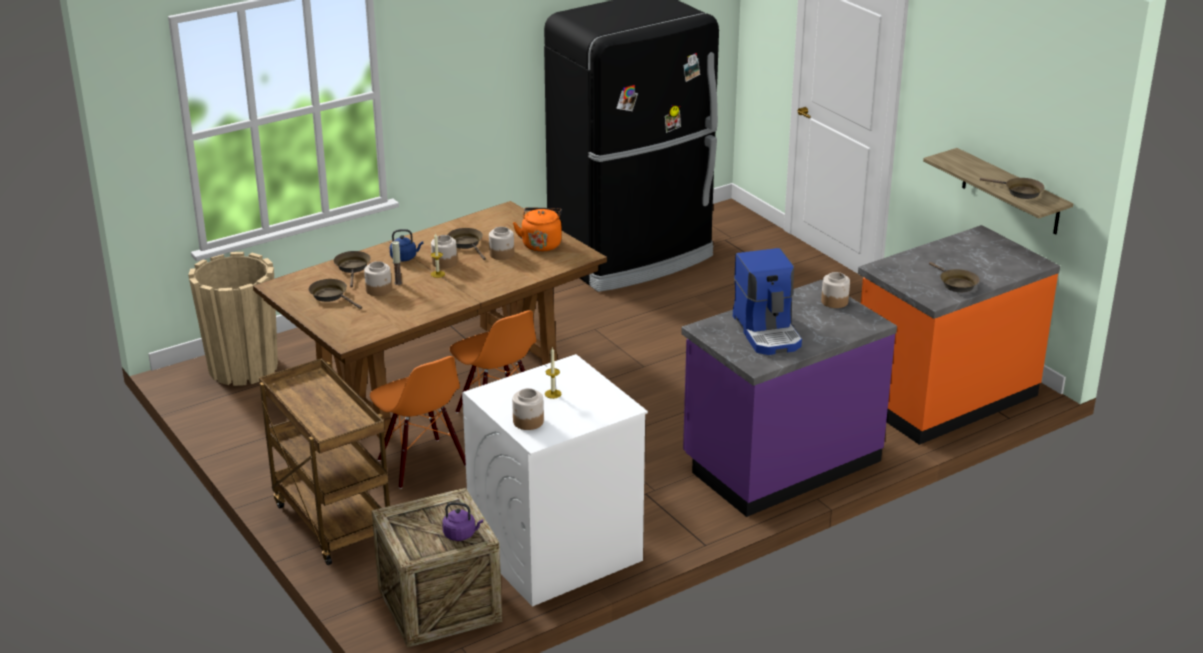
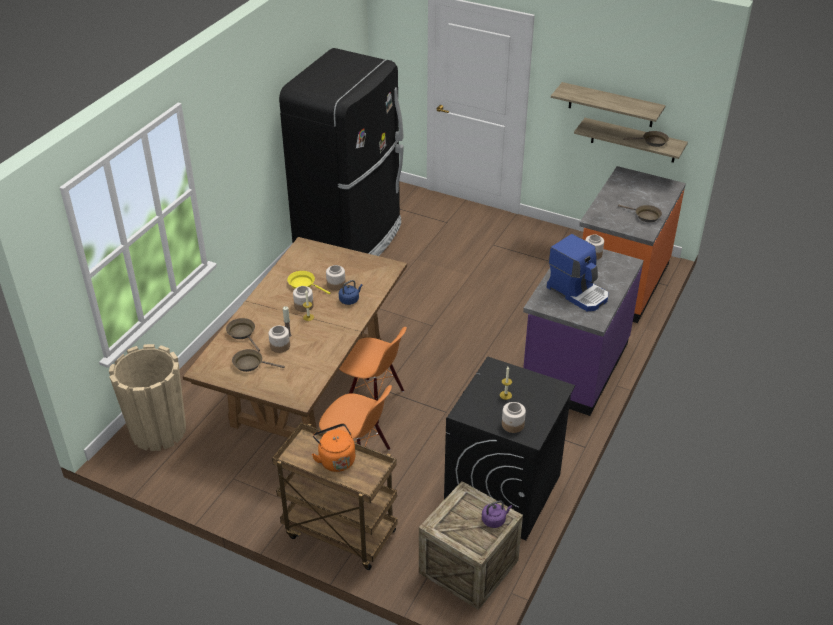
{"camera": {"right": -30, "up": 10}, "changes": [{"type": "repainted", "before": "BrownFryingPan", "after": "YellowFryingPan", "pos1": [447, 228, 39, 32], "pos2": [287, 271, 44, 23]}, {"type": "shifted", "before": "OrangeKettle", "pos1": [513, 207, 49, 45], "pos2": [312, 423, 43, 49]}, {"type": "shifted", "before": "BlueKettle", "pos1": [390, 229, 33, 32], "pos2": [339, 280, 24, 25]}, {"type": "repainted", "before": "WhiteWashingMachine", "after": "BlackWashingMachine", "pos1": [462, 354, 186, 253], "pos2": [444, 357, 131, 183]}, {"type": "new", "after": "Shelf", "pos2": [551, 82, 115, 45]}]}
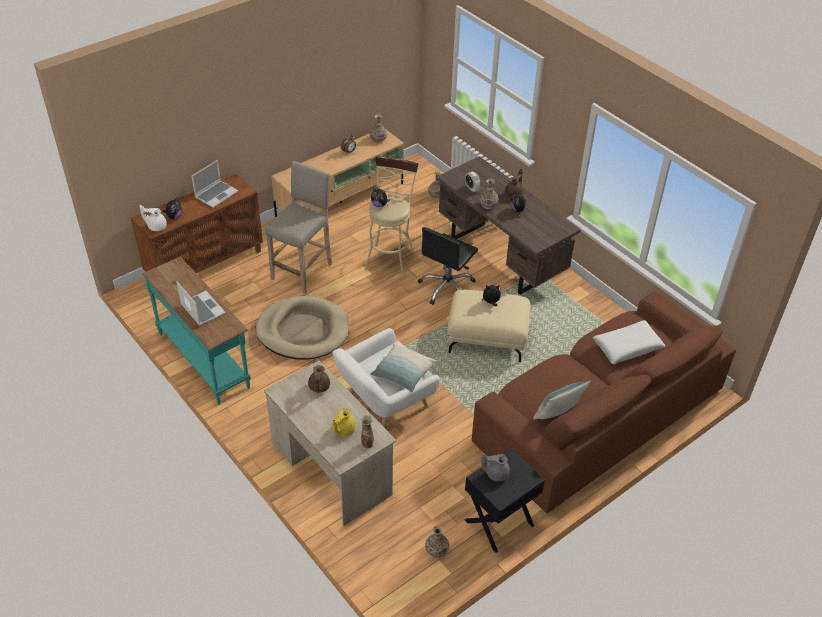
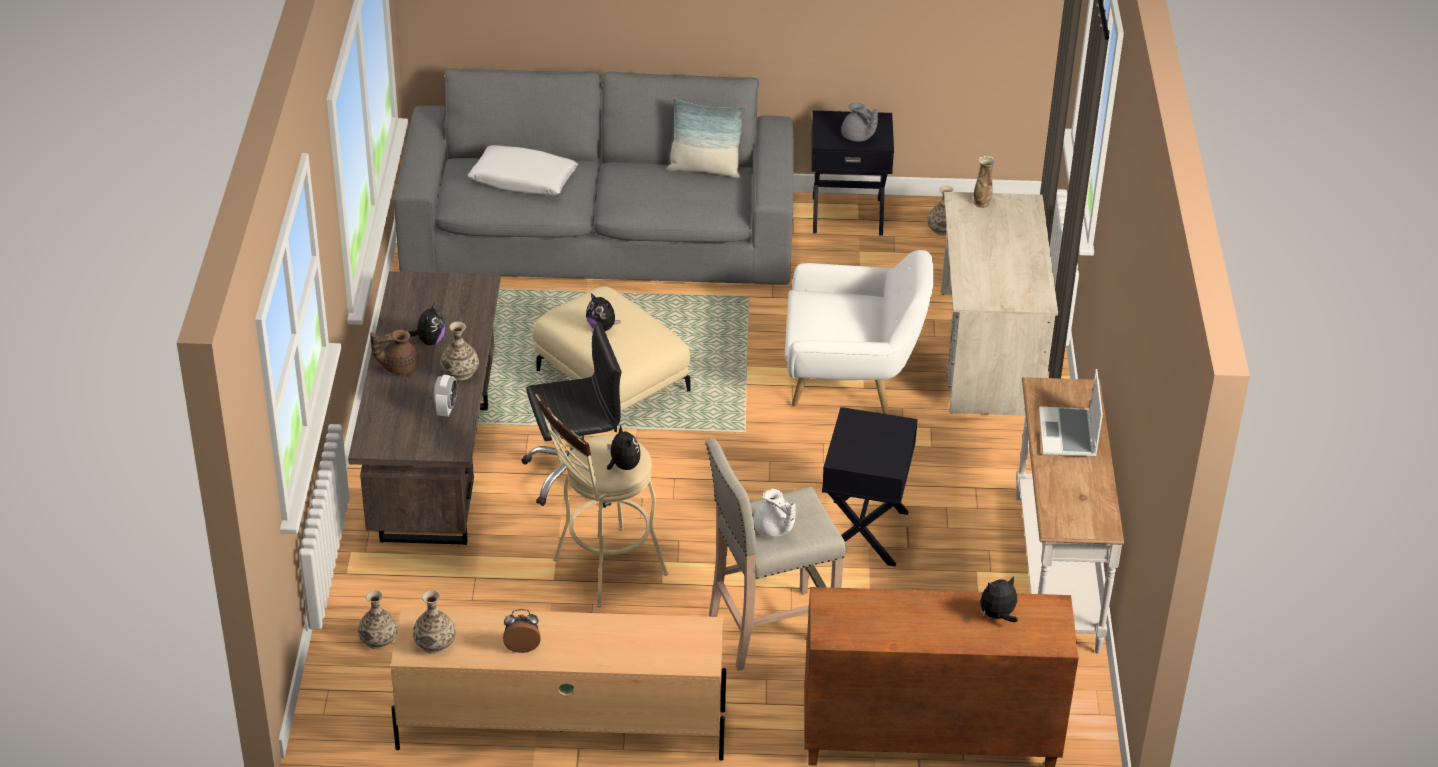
{"camera": {"right": -140, "up": -5}, "changes": [{"type": "repainted", "before": "BrownSofa", "after": "GreySofa", "pos1": [472, 291, 264, 222], "pos2": [394, 68, 400, 217]}, {"type": "shifted", "before": "WhiteTeapot", "pos1": [140, 205, 27, 26], "pos2": [754, 489, 41, 48]}, {"type": "swapped", "before": "BeigeDogBed", "after": "BlackSideTable", "pos1": [256, 296, 93, 64], "pos2": [822, 407, 96, 160]}, {"type": "repainted", "before": "TurquoiseConsoleTable", "after": "WhiteConsoleTable", "pos1": [142, 257, 109, 148], "pos2": [1016, 377, 108, 277]}, {"type": "gone", "before": "Laptop", "pos1": [192, 160, 46, 48]}, {"type": "gone", "before": "BrownTeapot", "pos1": [308, 365, 22, 28]}, {"type": "gone", "before": "YellowTeapot", "pos1": [332, 408, 24, 29]}, {"type": "gone", "before": "Pillow", "pos1": [370, 344, 67, 49]}]}
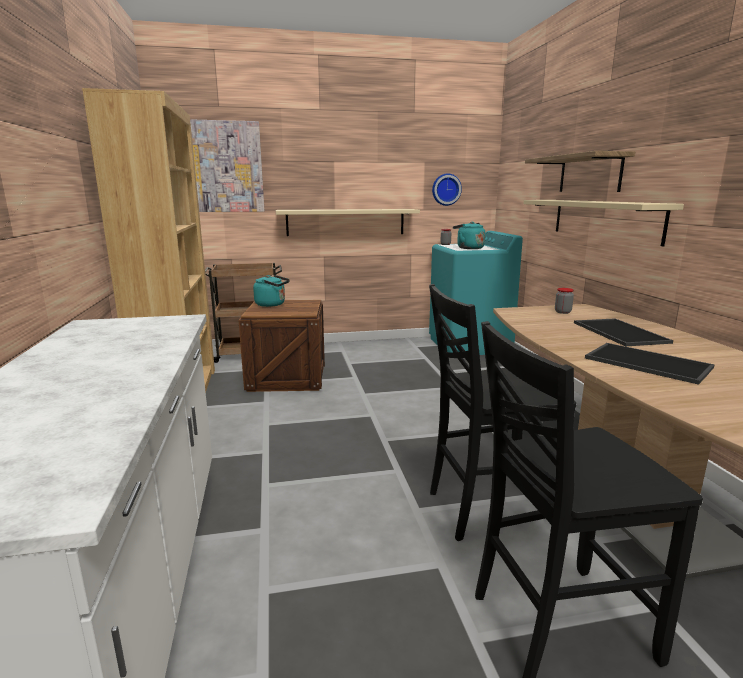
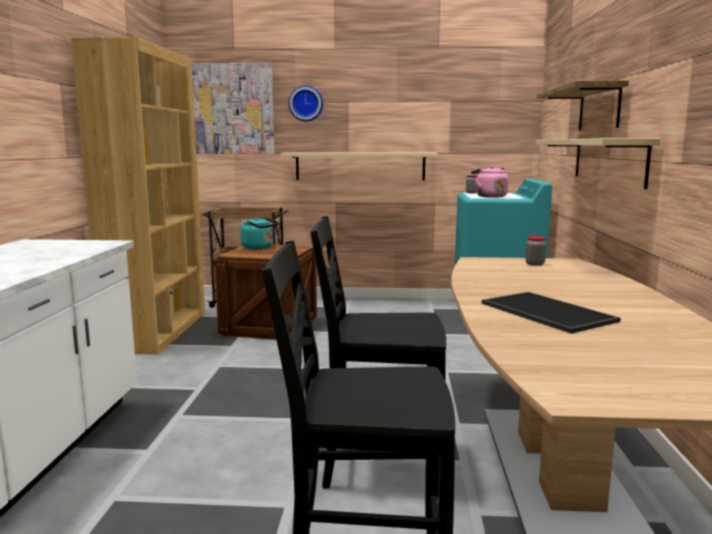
{"camera": {"right": 15, "up": -5}, "changes": [{"type": "shifted", "before": "WallClock", "pos1": [432, 173, 30, 33], "pos2": [289, 85, 34, 37]}, {"type": "repainted", "before": "TurquoiseKettle", "after": "PinkKettle", "pos1": [453, 222, 32, 27], "pos2": [471, 166, 38, 32]}, {"type": "gone", "before": "Tray", "pos1": [574, 318, 99, 28]}]}
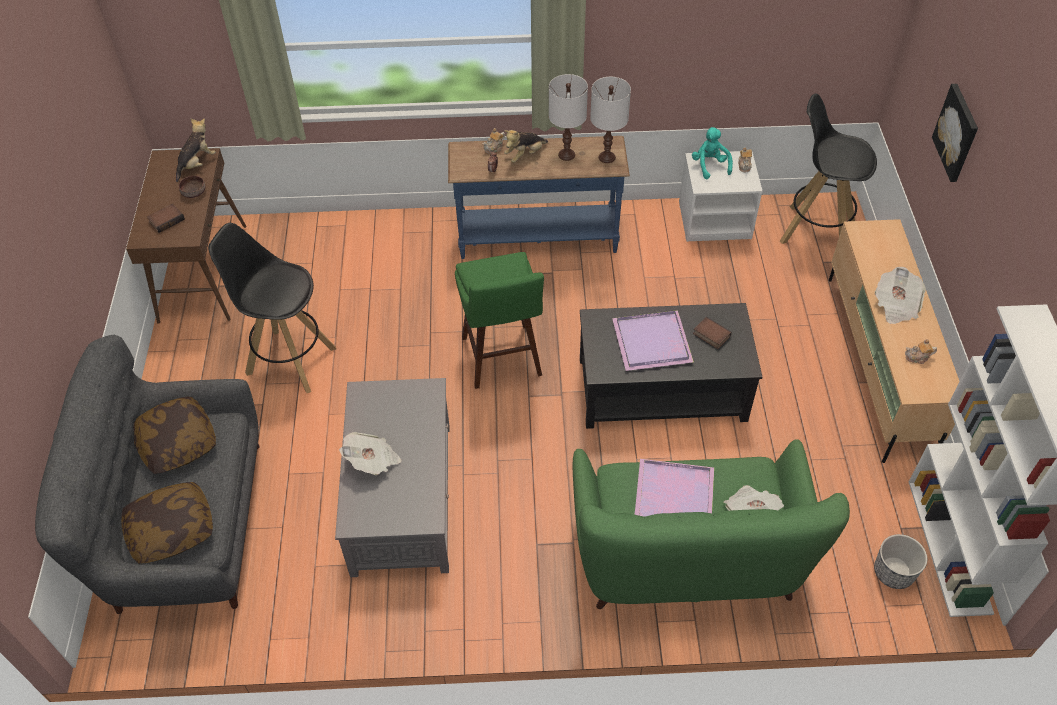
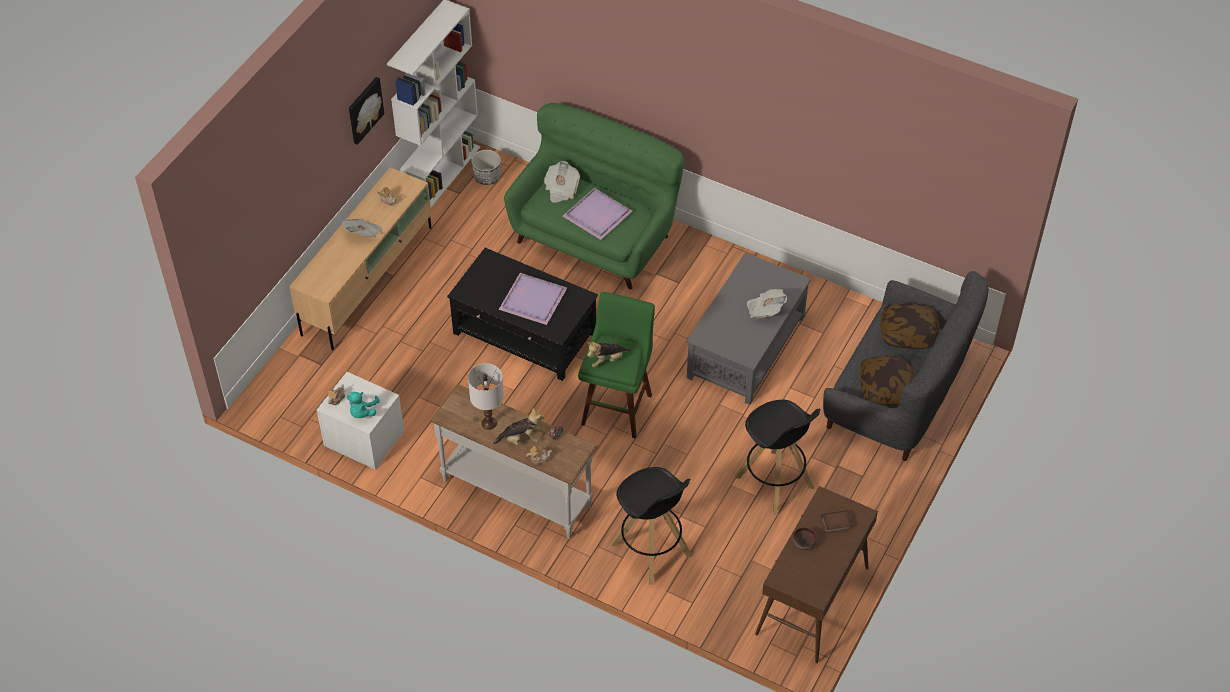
{"camera": {"right": -150, "up": 0}, "changes": [{"type": "shifted", "before": "Picture", "pos1": [932, 84, 46, 98], "pos2": [349, 77, 35, 68]}, {"type": "repainted", "before": "BlueConsoleTable", "after": "WhiteConsoleTable", "pos1": [448, 136, 182, 123], "pos2": [430, 384, 168, 155]}, {"type": "shifted", "before": "PlushToy", "pos1": [176, 118, 40, 64], "pos2": [587, 342, 44, 25]}, {"type": "shifted", "before": "BlackStool", "pos1": [780, 94, 97, 150], "pos2": [611, 467, 81, 118]}, {"type": "gone", "before": "WhiteTableLamp", "pos1": [590, 77, 41, 86]}, {"type": "gone", "before": "Book", "pos1": [693, 316, 39, 33]}]}
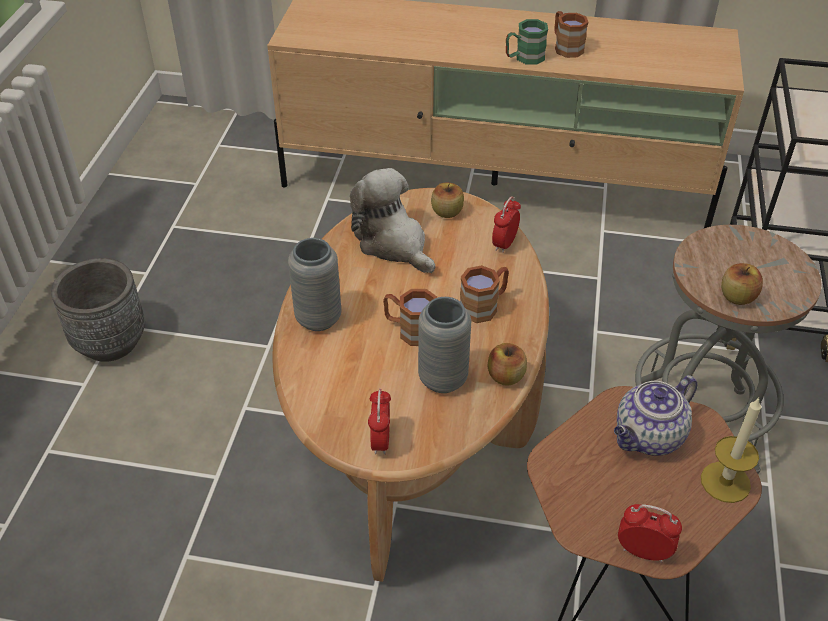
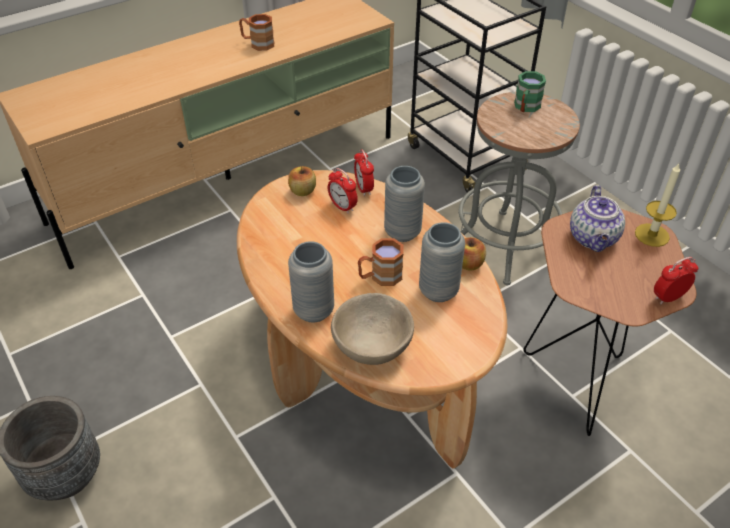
{"camera": {"right": -45, "up": 0}, "changes": [{"type": "shifted", "before": "AlarmClock", "pos1": [368, 388, 23, 66], "pos2": [328, 168, 30, 46]}, {"type": "new", "after": "BeigeBowl", "pos2": [331, 293, 83, 72]}, {"type": "swapped", "before": "BrownMug", "after": "GreyVase", "pos1": [460, 265, 49, 58], "pos2": [384, 166, 41, 76]}, {"type": "shifted", "before": "GreenMug", "pos1": [506, 19, 42, 45], "pos2": [514, 71, 32, 41]}, {"type": "gone", "before": "PlushToy", "pos1": [350, 168, 86, 105]}, {"type": "gone", "before": "Apple", "pos1": [721, 263, 42, 42]}]}
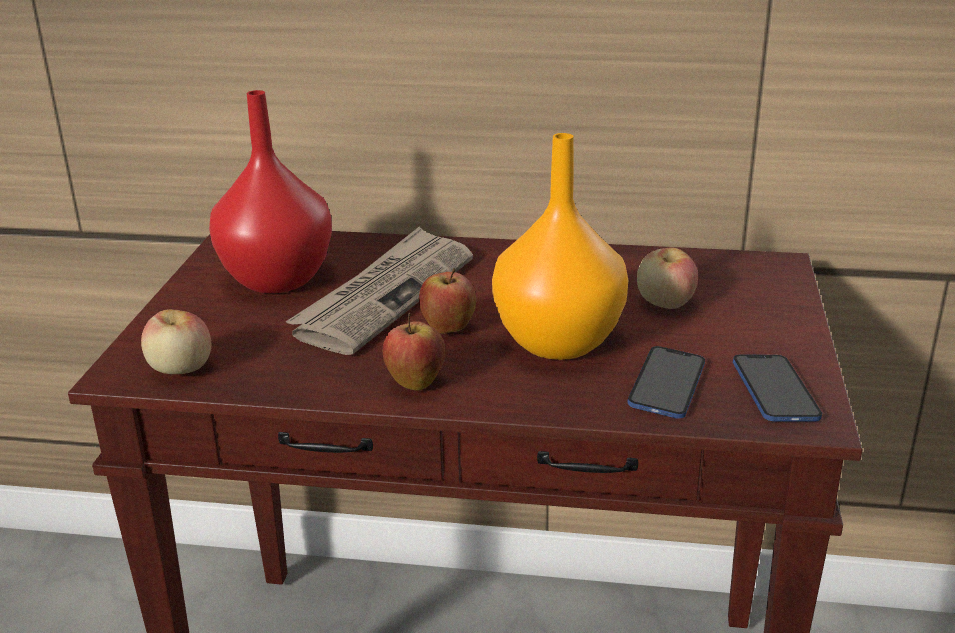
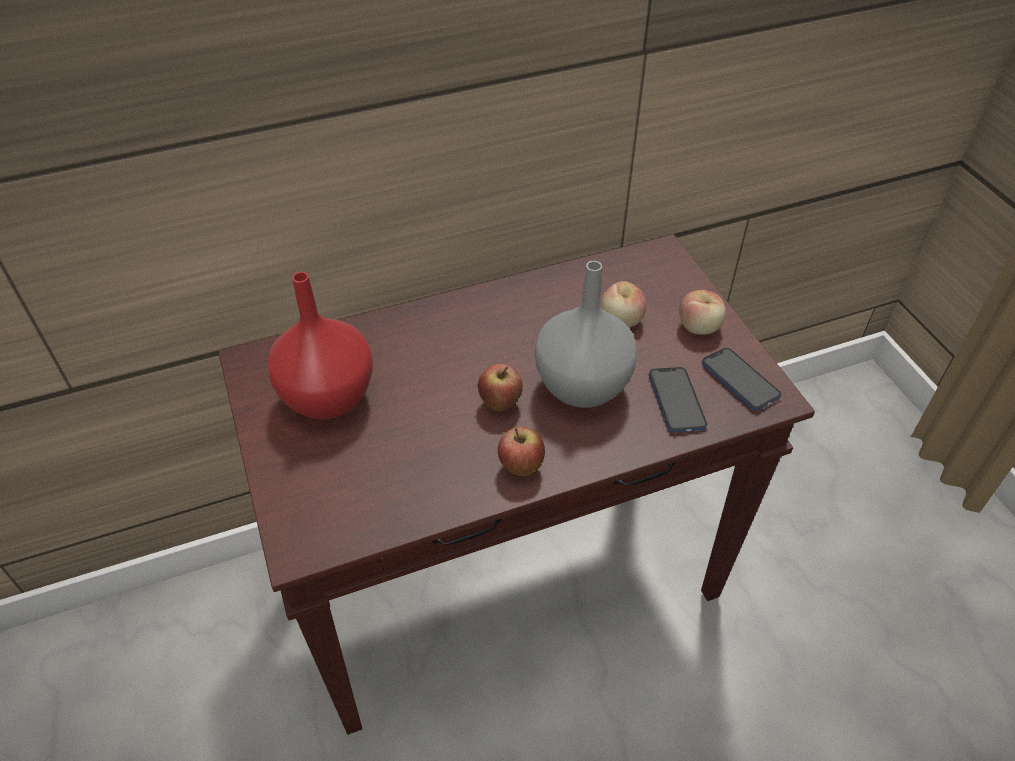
{"camera": {"right": -30, "up": 20}, "changes": [{"type": "repainted", "before": "OrangeVase", "after": "GreyVase", "pos1": [492, 133, 136, 227], "pos2": [535, 261, 102, 147]}, {"type": "shifted", "before": "Apple", "pos1": [141, 309, 70, 65], "pos2": [679, 290, 47, 45]}, {"type": "gone", "before": "Newspaper", "pos1": [286, 227, 187, 128]}]}
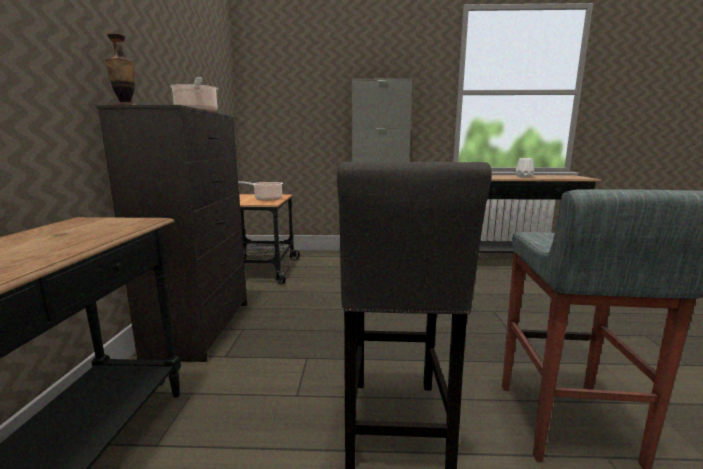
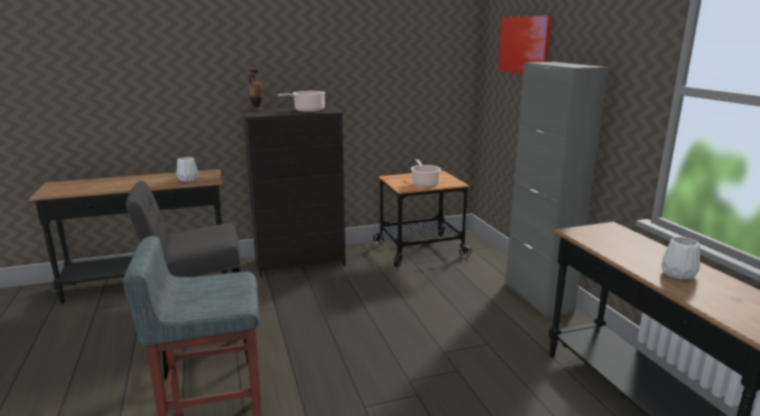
{"camera": {"right": 70, "up": 5}, "changes": [{"type": "new", "after": "WhiteVase", "pos2": [177, 157, 21, 25]}, {"type": "new", "after": "Picture", "pos2": [498, 16, 54, 58]}]}
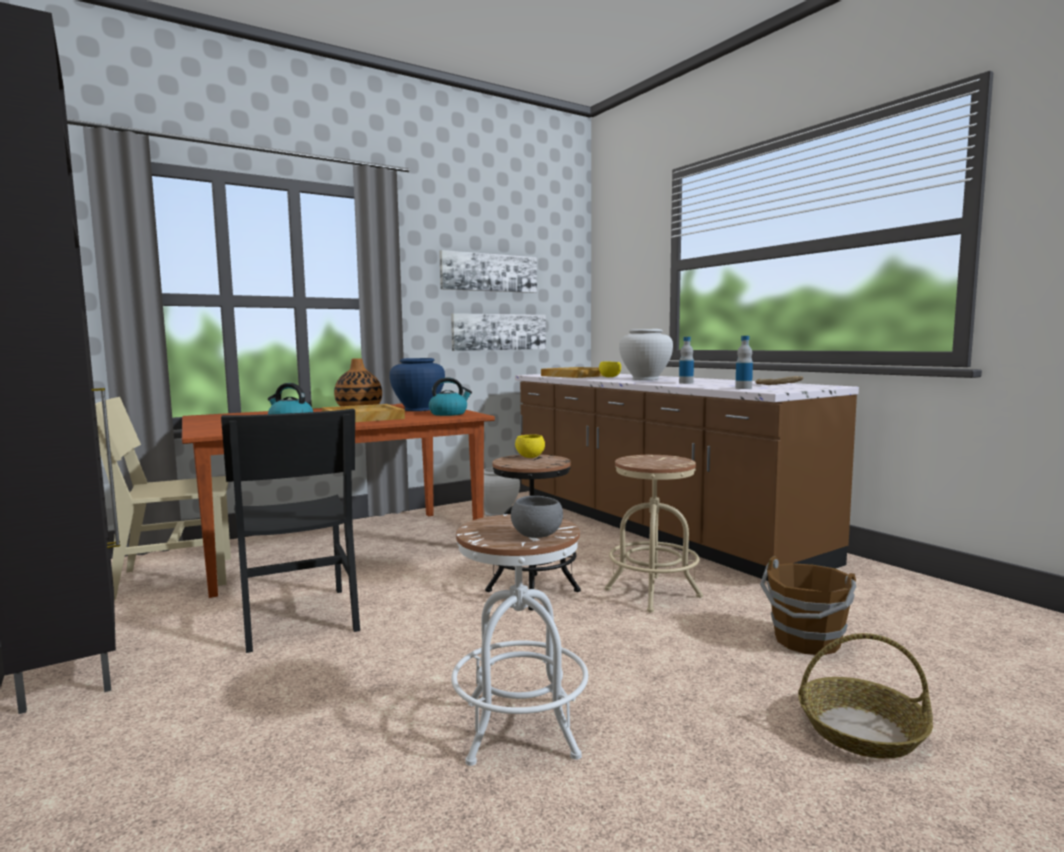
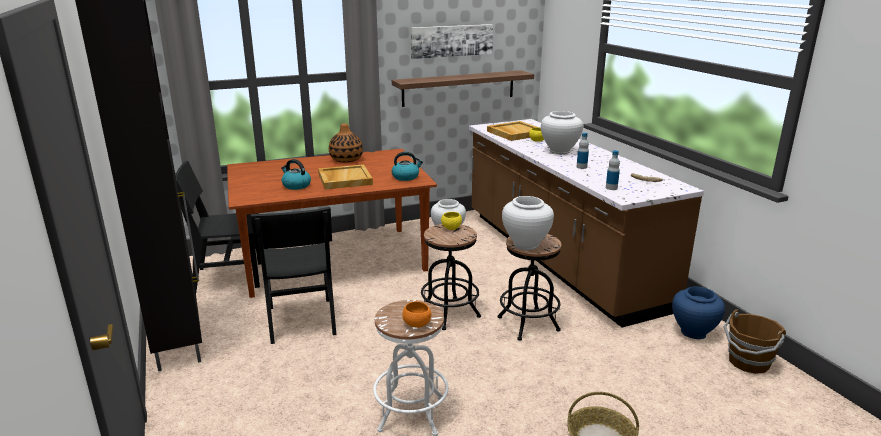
{"camera": {"right": 10, "up": 15}, "changes": [{"type": "repainted", "before": "BeigeChair", "after": "BlackChair", "pos1": [95, 397, 136, 203], "pos2": [175, 161, 86, 131]}, {"type": "swapped", "before": "Picture", "after": "Shelf", "pos1": [451, 313, 95, 38], "pos2": [392, 70, 142, 37]}, {"type": "repainted", "before": "GreyBowl", "after": "OrangeBowl", "pos1": [511, 496, 52, 42], "pos2": [402, 301, 29, 27]}, {"type": "repainted", "before": "BeigeStool", "after": "BlackStool", "pos1": [605, 455, 98, 158], "pos2": [498, 234, 63, 106]}, {"type": "new", "after": "WhiteVase", "pos2": [502, 196, 52, 54]}, {"type": "shifted", "before": "BlueVase", "pos1": [390, 358, 55, 53], "pos2": [672, 287, 53, 52]}, {"type": "shifted", "before": "BrownBucket", "pos1": [760, 556, 96, 99], "pos2": [724, 310, 62, 64]}]}
